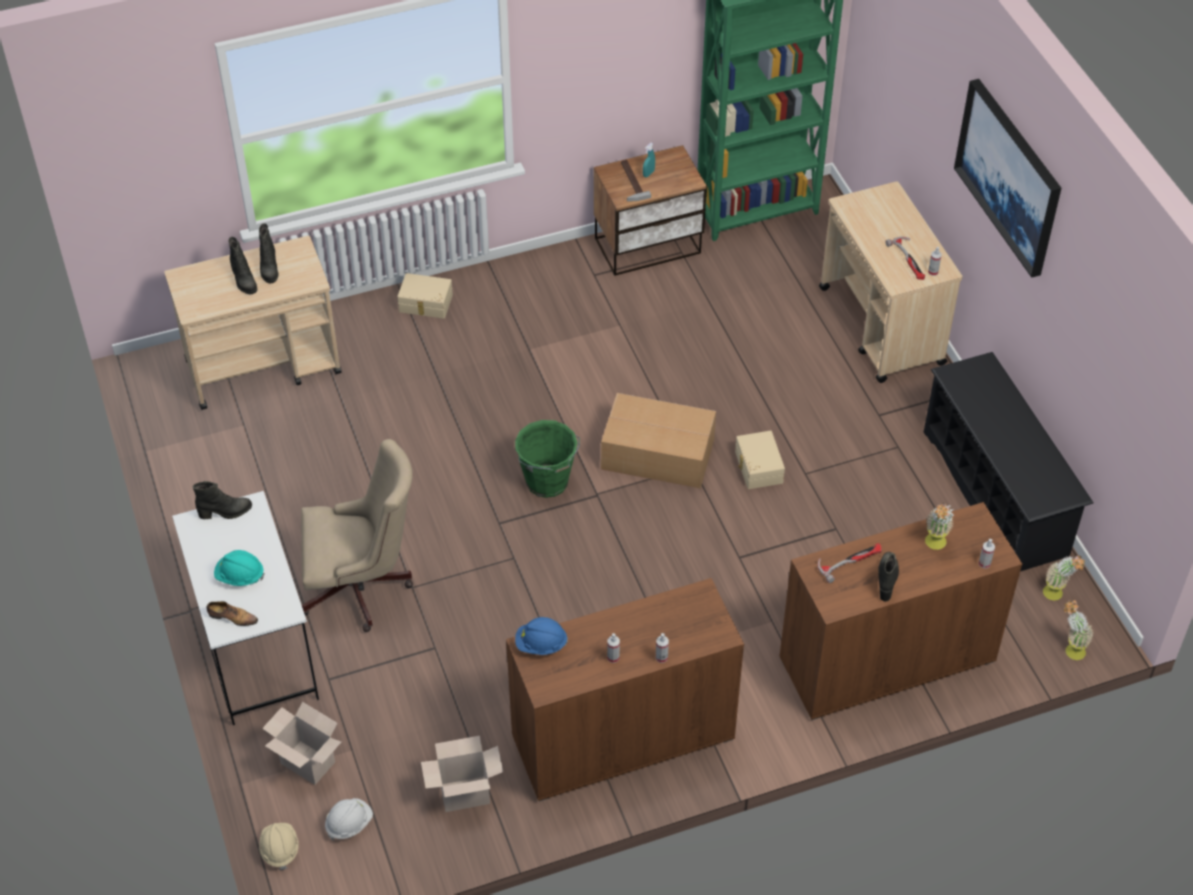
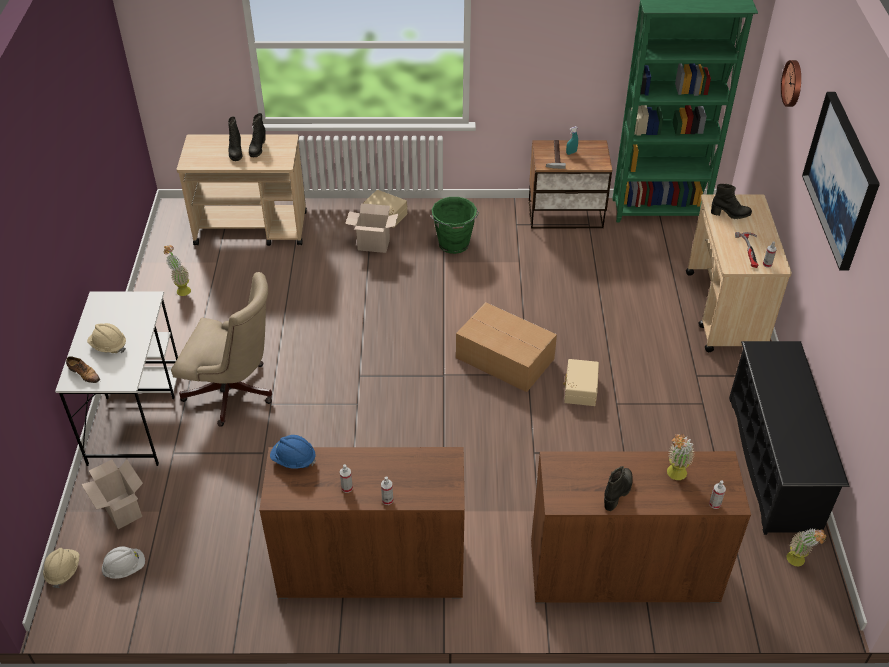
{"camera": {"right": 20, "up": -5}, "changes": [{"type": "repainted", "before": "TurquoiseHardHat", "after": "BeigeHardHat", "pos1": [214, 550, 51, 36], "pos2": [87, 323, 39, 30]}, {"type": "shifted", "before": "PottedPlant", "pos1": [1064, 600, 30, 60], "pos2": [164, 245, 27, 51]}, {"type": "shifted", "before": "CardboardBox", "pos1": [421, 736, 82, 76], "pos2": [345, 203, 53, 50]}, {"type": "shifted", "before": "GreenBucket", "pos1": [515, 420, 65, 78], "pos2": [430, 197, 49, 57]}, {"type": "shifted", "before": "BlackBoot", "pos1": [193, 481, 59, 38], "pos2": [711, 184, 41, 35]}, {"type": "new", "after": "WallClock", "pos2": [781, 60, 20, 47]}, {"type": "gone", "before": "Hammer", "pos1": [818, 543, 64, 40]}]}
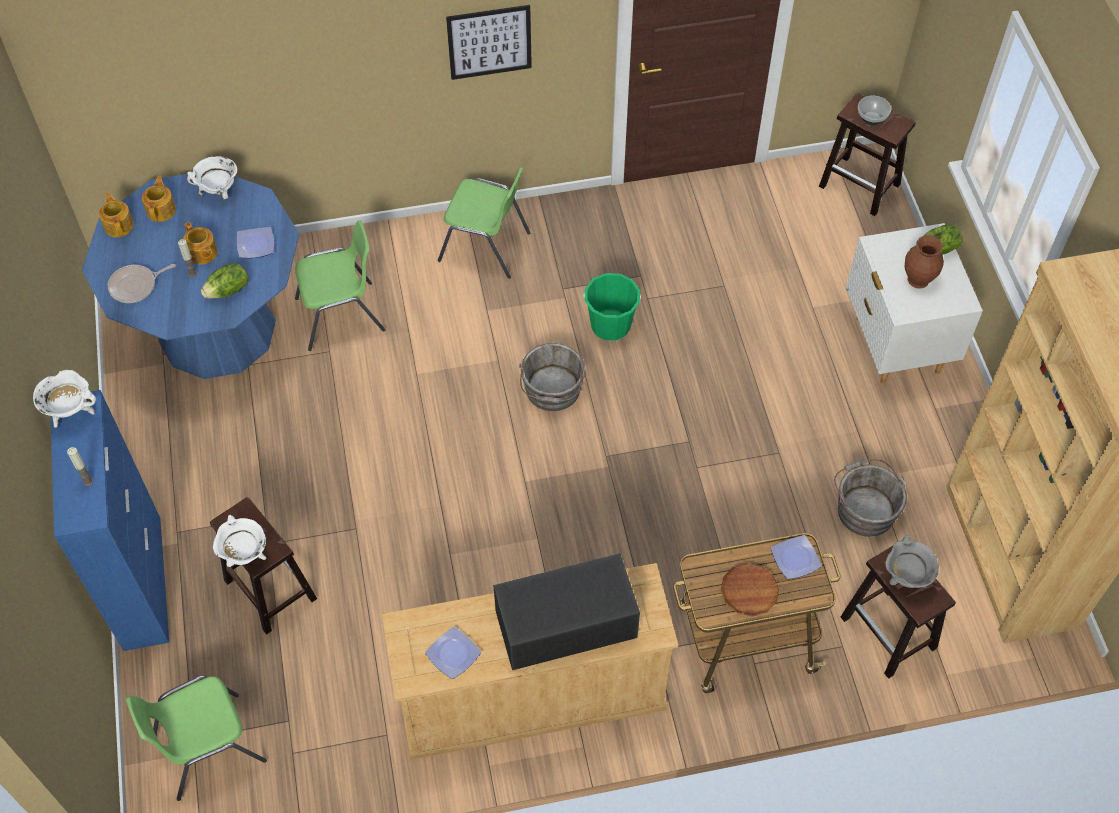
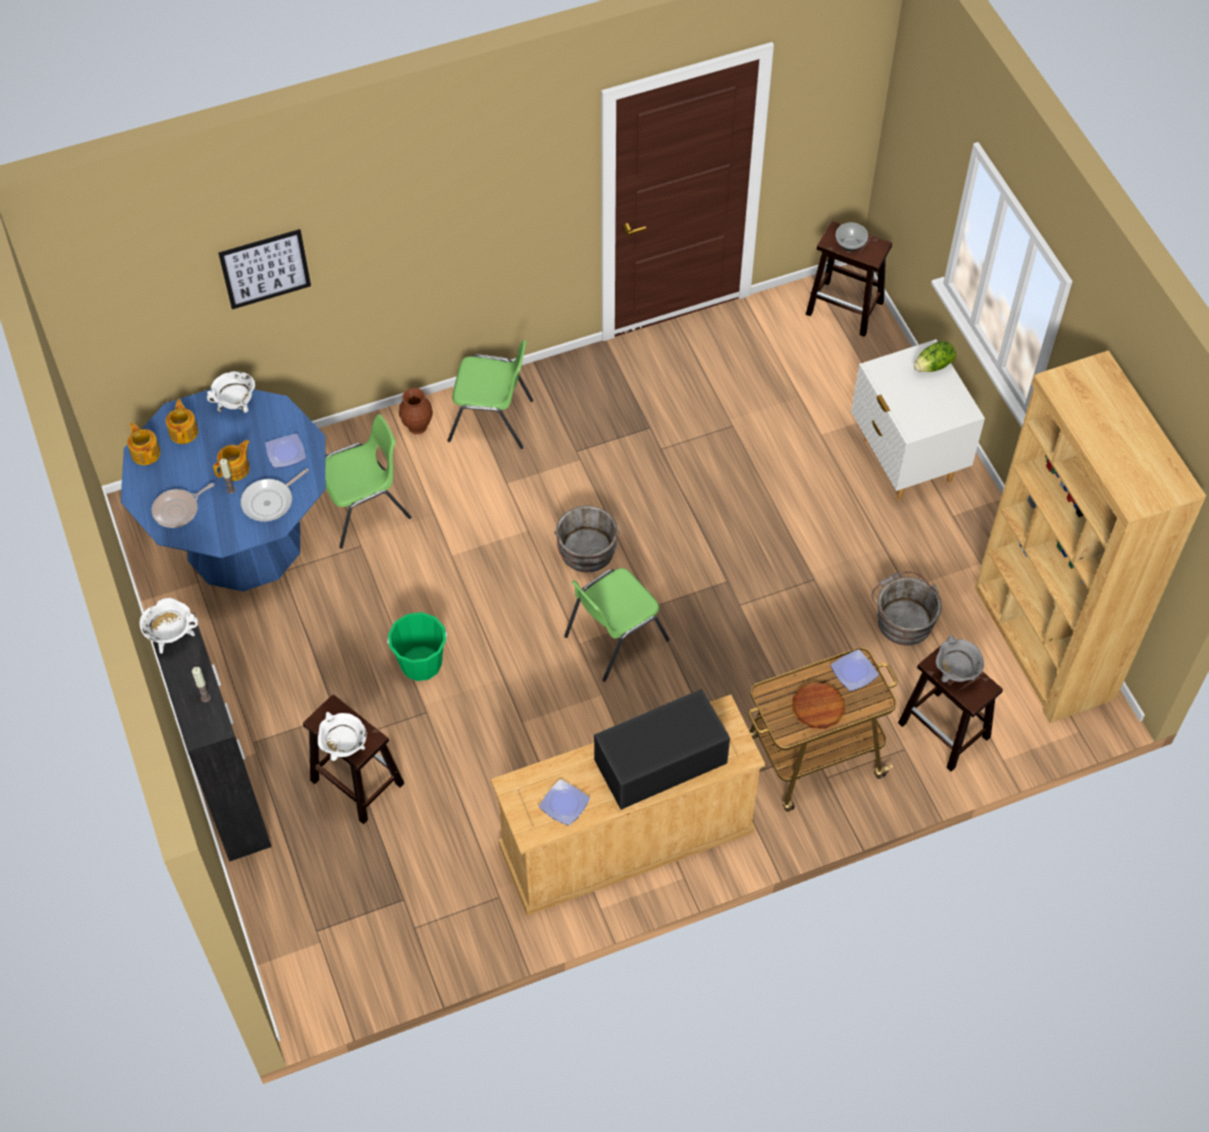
{"camera": {"right": -10, "up": 0}, "changes": [{"type": "repainted", "before": "BlueCabinet", "after": "BlackCabinet", "pos1": [51, 390, 118, 261], "pos2": [153, 613, 119, 249]}, {"type": "rotated", "before": "Teapot", "pos1": [183, 222, 35, 42], "pos2": [213, 440, 37, 41], "turn": -90}, {"type": "shifted", "before": "Picture", "pos1": [446, 5, 86, 75], "pos2": [218, 229, 93, 80]}, {"type": "swapped", "before": "Lettuce", "after": "FryingPan", "pos1": [201, 263, 47, 36], "pos2": [241, 468, 68, 54]}, {"type": "shifted", "before": "GreenBucket", "pos1": [583, 273, 58, 68], "pos2": [387, 612, 60, 69]}, {"type": "shifted", "before": "BrownVase", "pos1": [904, 235, 40, 54], "pos2": [399, 388, 34, 46]}, {"type": "shifted", "before": "GreenChair", "pos1": [126, 675, 141, 126], "pos2": [564, 568, 106, 114]}]}
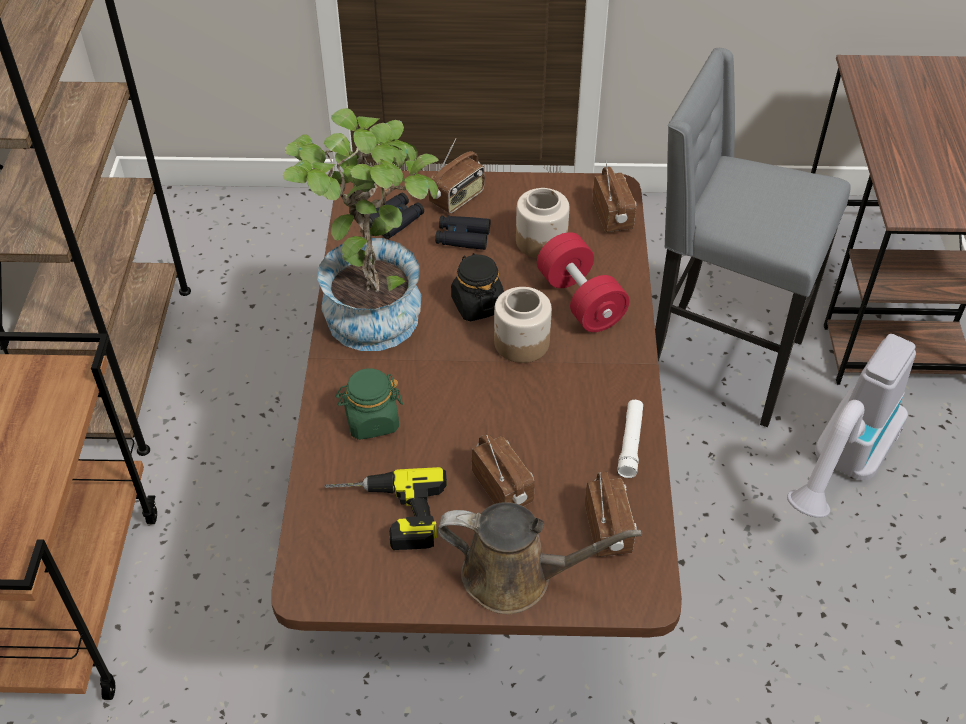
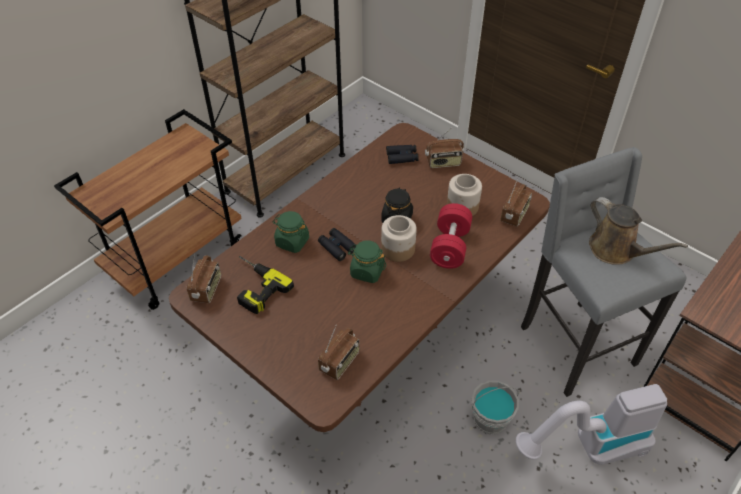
{"camera": {"right": 40, "up": 0}, "changes": [{"type": "shifted", "before": "Radio", "pos1": [471, 434, 64, 72], "pos2": [187, 253, 34, 50]}, {"type": "shifted", "before": "BlackBinoculars", "pos1": [435, 216, 55, 34], "pos2": [318, 228, 38, 33]}, {"type": "new", "after": "GreenJar", "pos2": [348, 240, 38, 43]}, {"type": "new", "after": "GreyBucket", "pos2": [472, 380, 47, 55]}, {"type": "shifted", "before": "BrownWateringCan", "pos1": [437, 502, 205, 112], "pos2": [589, 197, 99, 68]}, {"type": "gone", "before": "PottedPlant", "pos1": [283, 108, 156, 243]}, {"type": "gone", "before": "WhiteFlashlight", "pos1": [617, 400, 26, 78]}]}
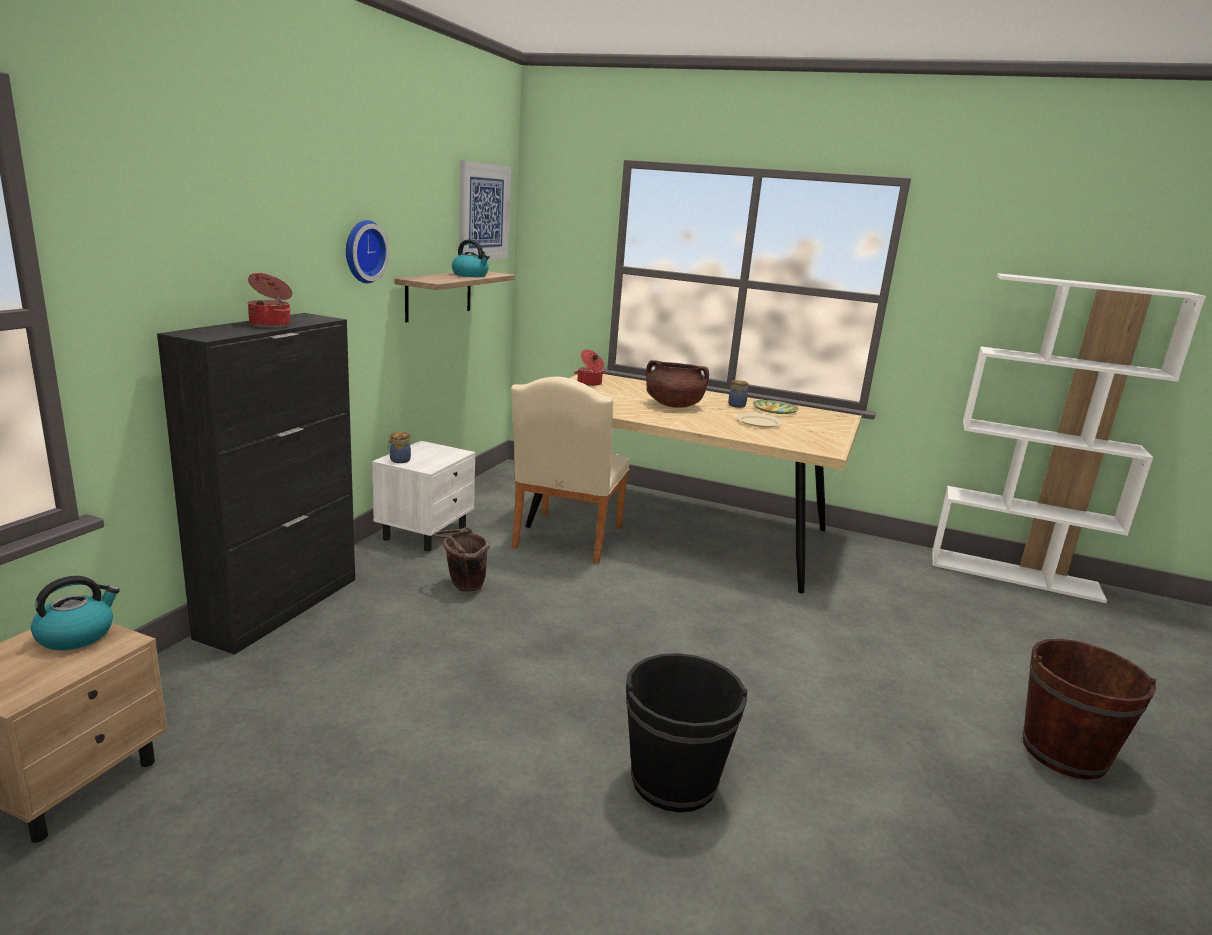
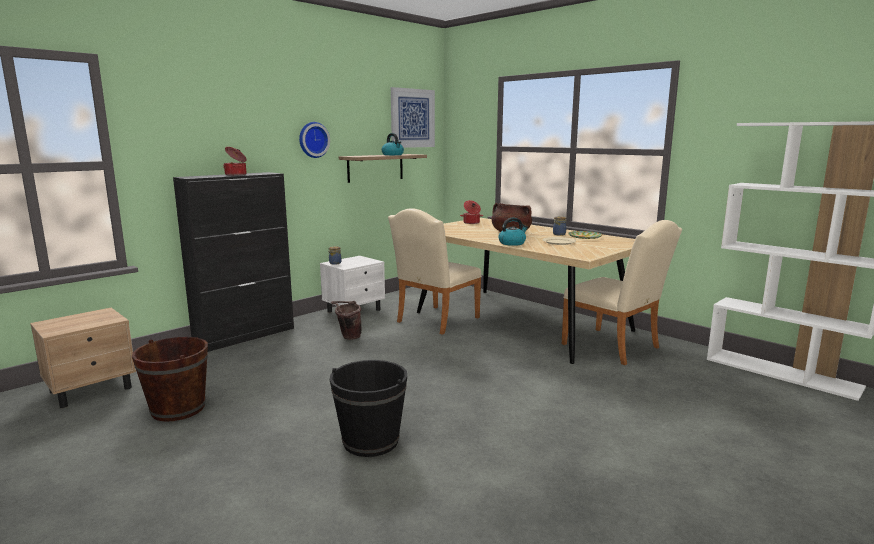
{"camera": {"right": 25, "up": -5}, "changes": [{"type": "shifted", "before": "BrownBucket", "pos1": [1023, 639, 133, 141], "pos2": [132, 337, 76, 85]}, {"type": "shifted", "before": "Kettle", "pos1": [31, 576, 89, 74], "pos2": [498, 218, 30, 28]}, {"type": "new", "after": "BeigeChair", "pos2": [562, 220, 120, 145]}]}
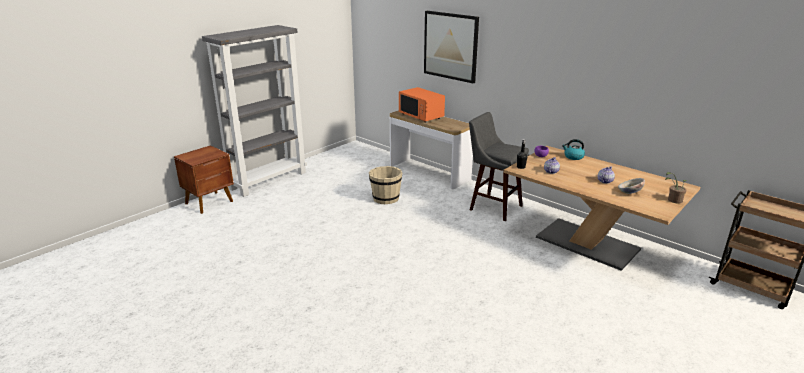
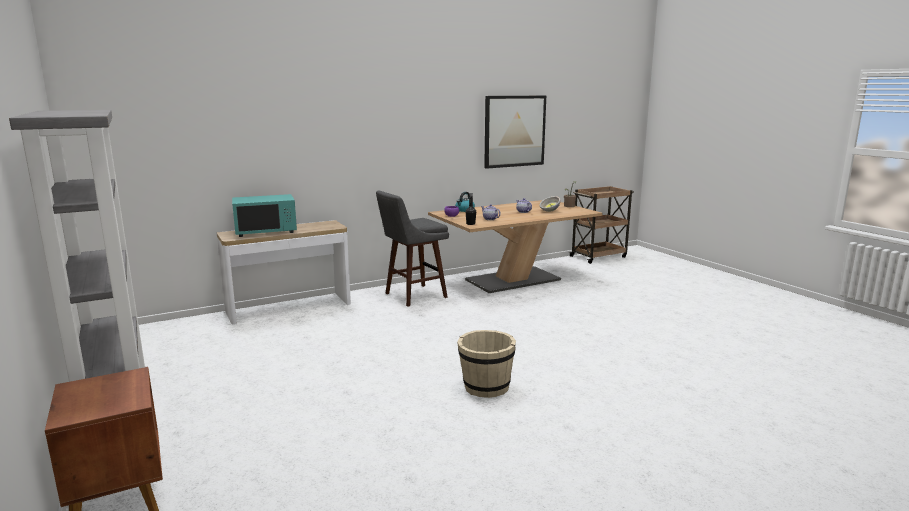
{"camera": {"right": -70, "up": -10}, "changes": [{"type": "repainted", "before": "OrangeMicrowave", "after": "TurquoiseMicrowave", "pos1": [399, 87, 46, 36], "pos2": [232, 194, 65, 43]}, {"type": "shifted", "before": "BeigeBucket", "pos1": [369, 166, 33, 38], "pos2": [457, 330, 59, 68]}, {"type": "shifted", "before": "Picture", "pos1": [424, 11, 55, 72], "pos2": [484, 96, 62, 73]}]}
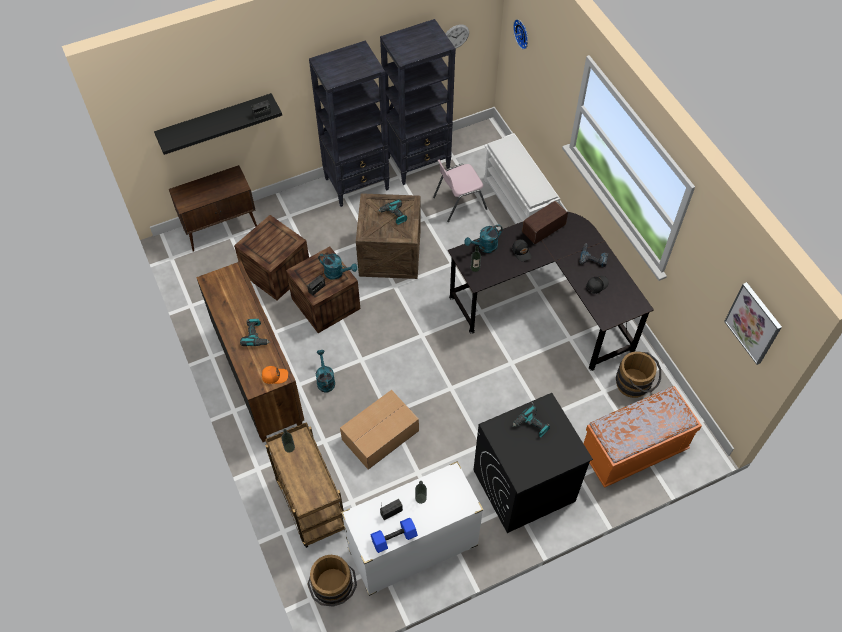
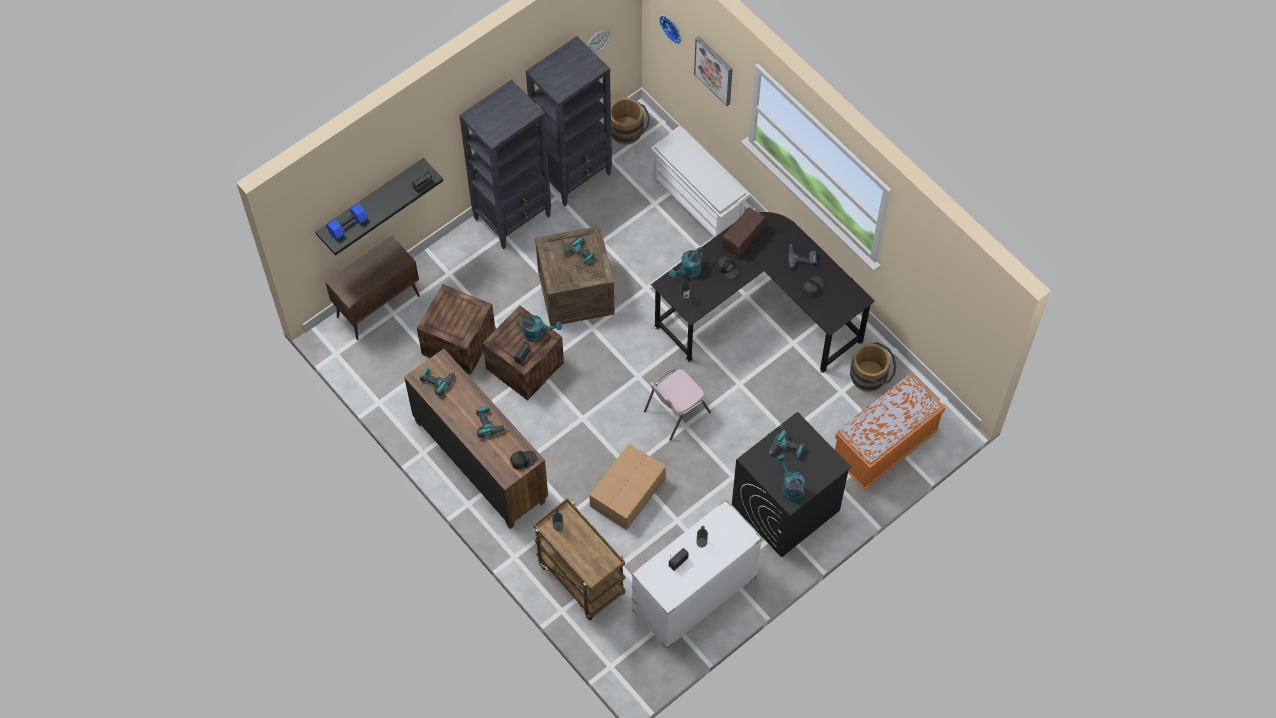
{"camera": {"right": -15, "up": 5}, "changes": [{"type": "shifted", "before": "BlueDumbbell", "pos1": [370, 518, 48, 35], "pos2": [326, 204, 42, 36]}, {"type": "new", "after": "PowerDrill", "pos2": [420, 368, 35, 28]}, {"type": "repainted", "before": "OrangeCap", "after": "BlackCap", "pos1": [262, 366, 26, 18], "pos2": [510, 451, 27, 18]}, {"type": "shifted", "before": "BrownBucket", "pos1": [307, 555, 50, 52], "pos2": [611, 98, 39, 47]}, {"type": "shifted", "before": "PinkChair", "pos1": [433, 160, 54, 62], "pos2": [644, 369, 67, 72]}, {"type": "shifted", "before": "Picture", "pos1": [724, 282, 58, 83], "pos2": [694, 36, 39, 70]}, {"type": "shifted", "before": "TurquoiseWateringCan", "pos1": [316, 350, 19, 43], "pos2": [776, 454, 29, 47]}]}
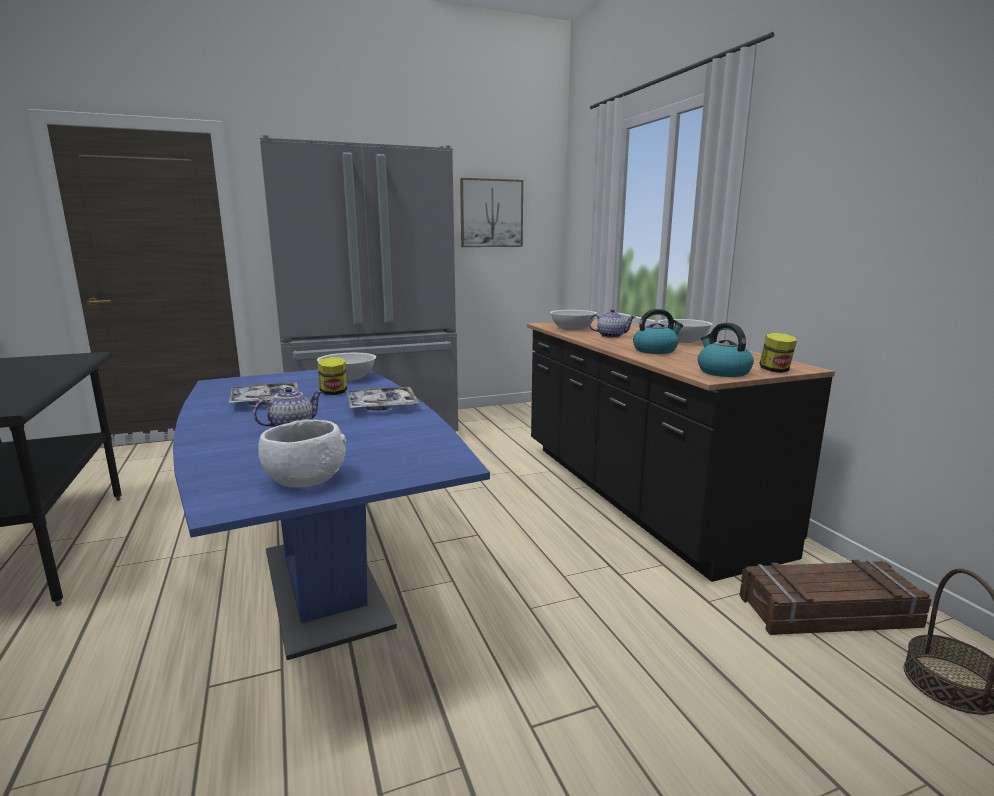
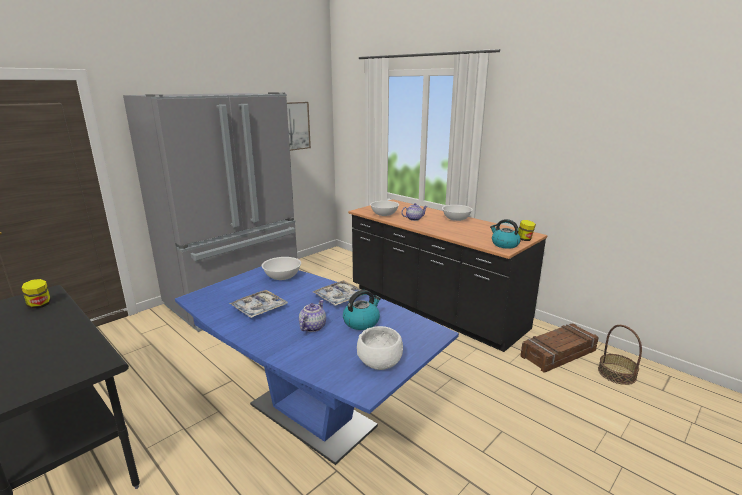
{"camera": {"right": -25, "up": 5}, "changes": [{"type": "shifted", "before": "Jar", "pos1": [318, 357, 29, 38], "pos2": [22, 279, 29, 30]}, {"type": "shifted", "before": "Kettle", "pos1": [633, 309, 50, 45], "pos2": [343, 290, 38, 40]}]}
